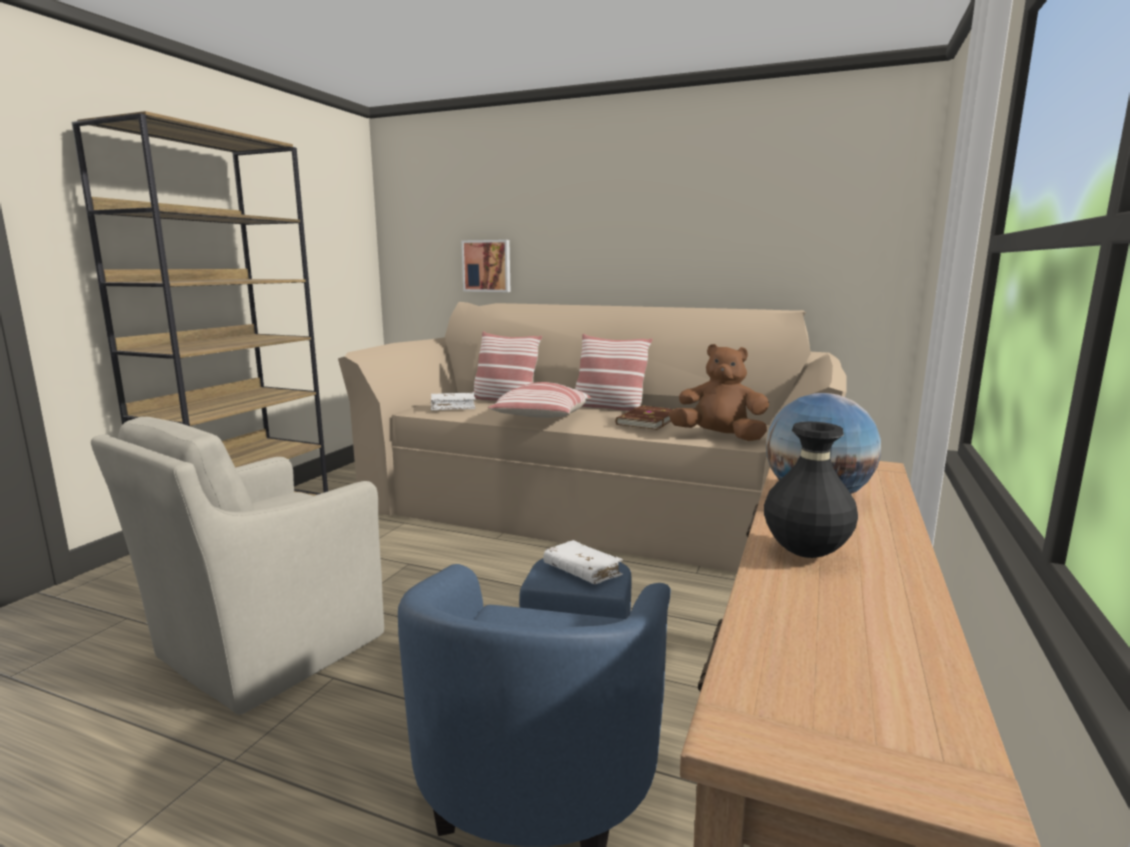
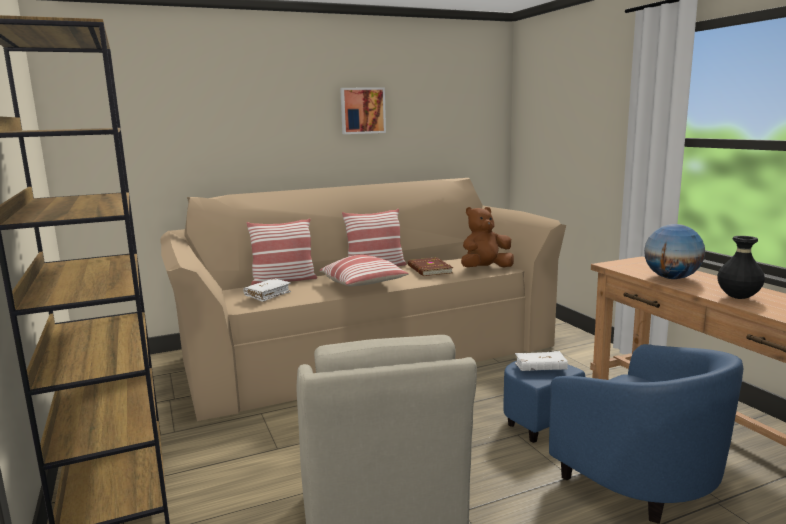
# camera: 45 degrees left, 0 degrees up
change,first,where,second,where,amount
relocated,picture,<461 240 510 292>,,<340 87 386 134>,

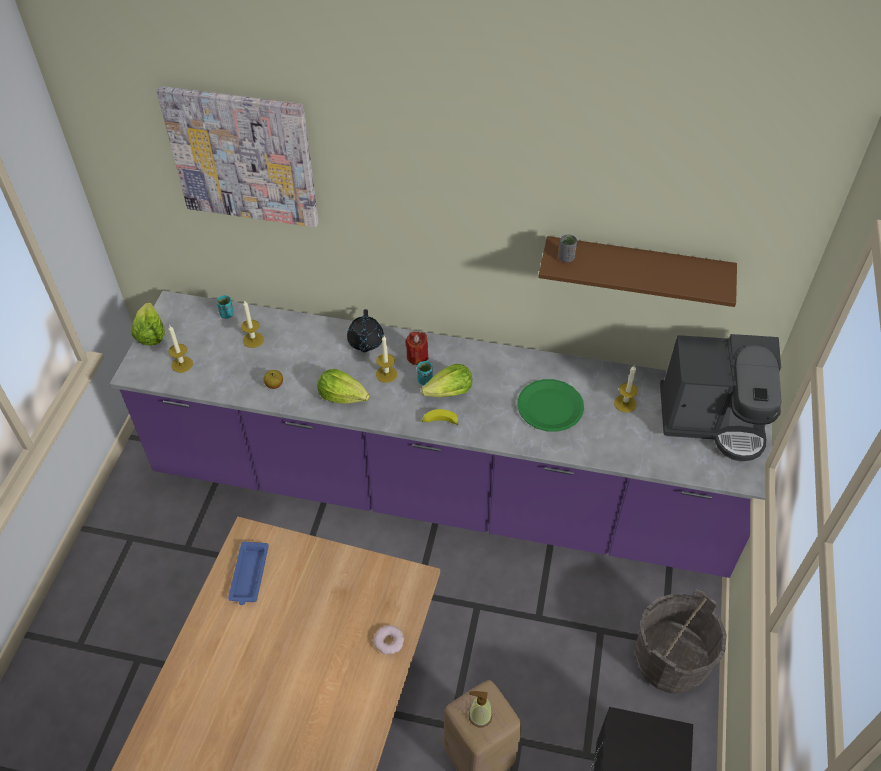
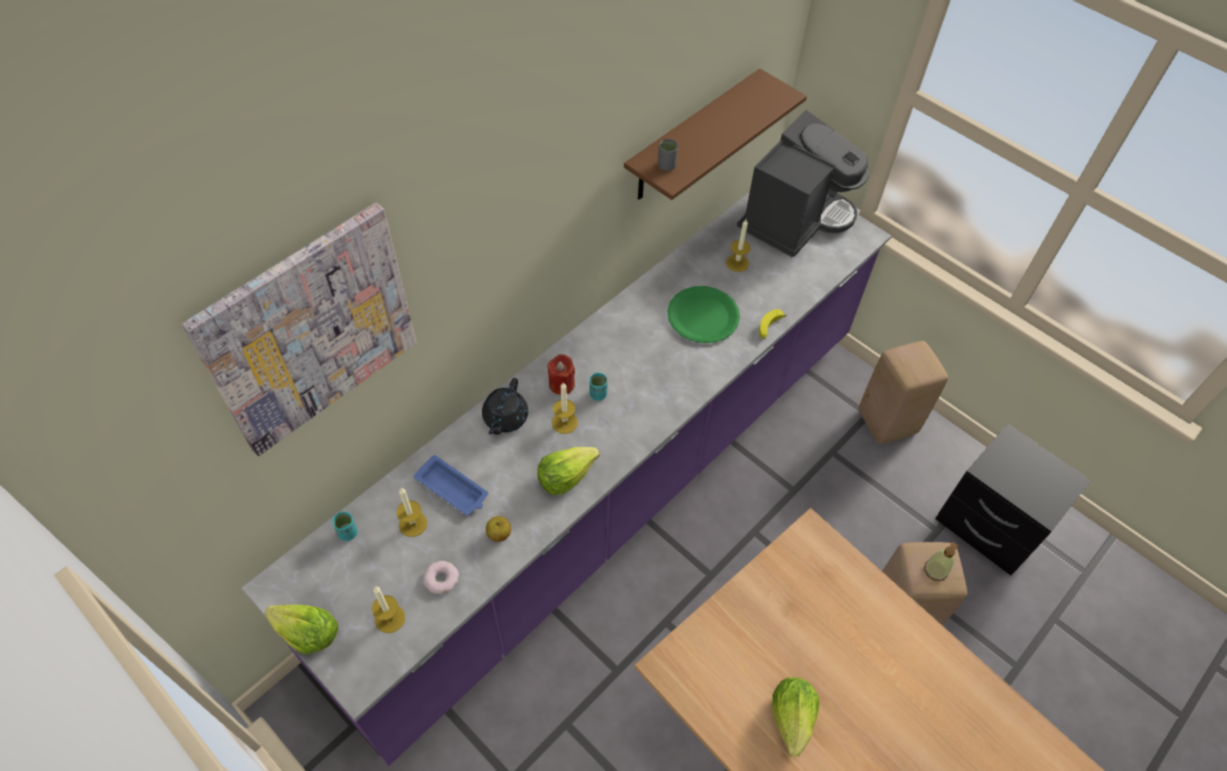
# camera: 60 degrees left, 5 degrees up
change,first,where,second,where,amount
relocated,blue tray,<228 542 269 605>,,<414 455 488 515>,
relocated,donut,<373 625 404 655>,,<423 561 459 594>,
spun,black teapot,<347 309 384 352>,,<482 378 528 435>,75 degrees clockwise
relocated,banana,<422 409 459 425>,,<759 309 786 339>,
relocated,lettuce,<421 364 472 398>,,<772 677 819 757>,
exchanged,grey bucket,<635 589 727 694>,beige stool,<859 341 948 444>,

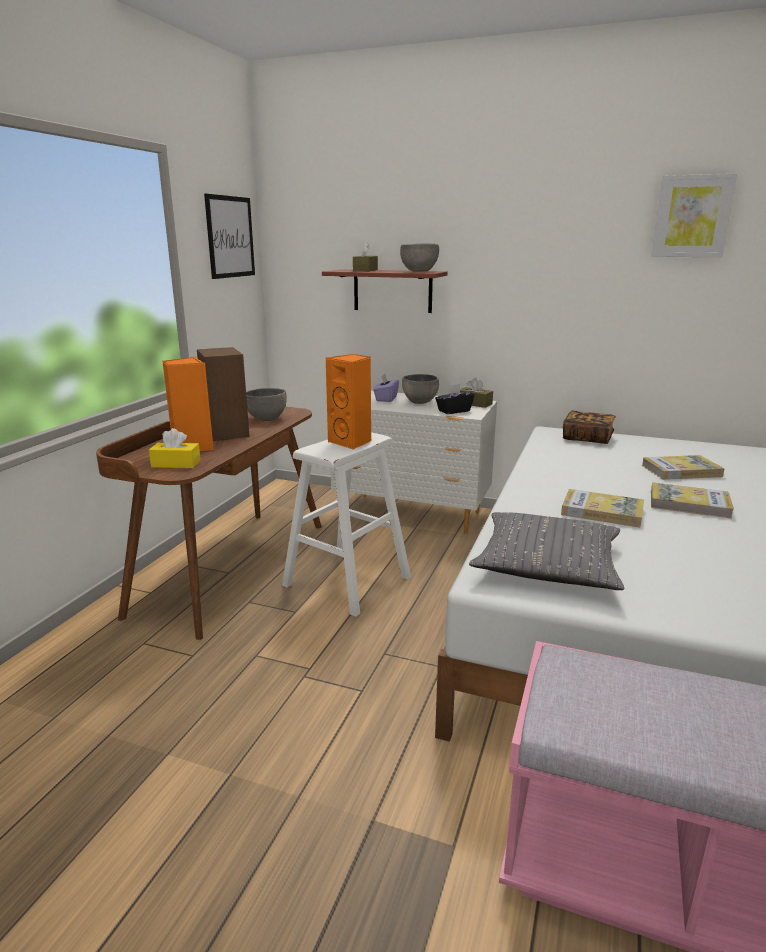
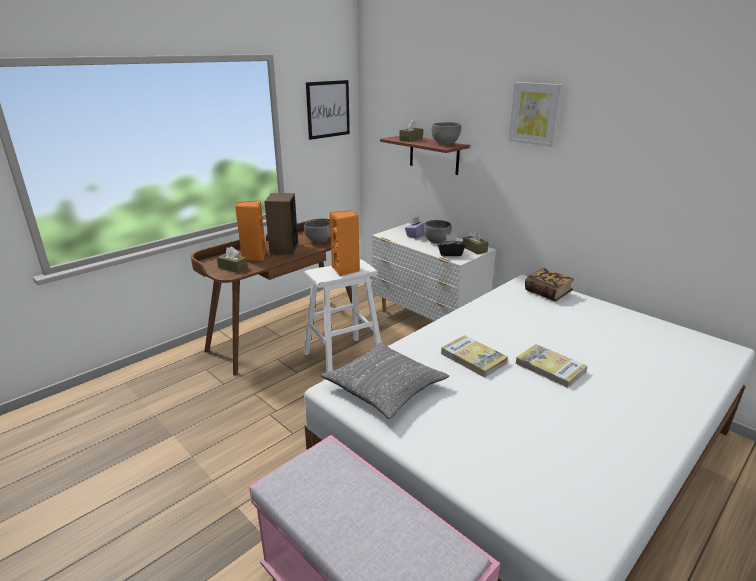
# camera: 25 degrees right, 5 degrees up
change,first,where,second,where,amount
colour,yellow tissue box,<149 428 201 468>,brown tissue box,<217 246 247 273>,
relocated,picture,<651 174 737 257>,,<508 82 563 147>,
missing,book,<641 455 725 480>,,,

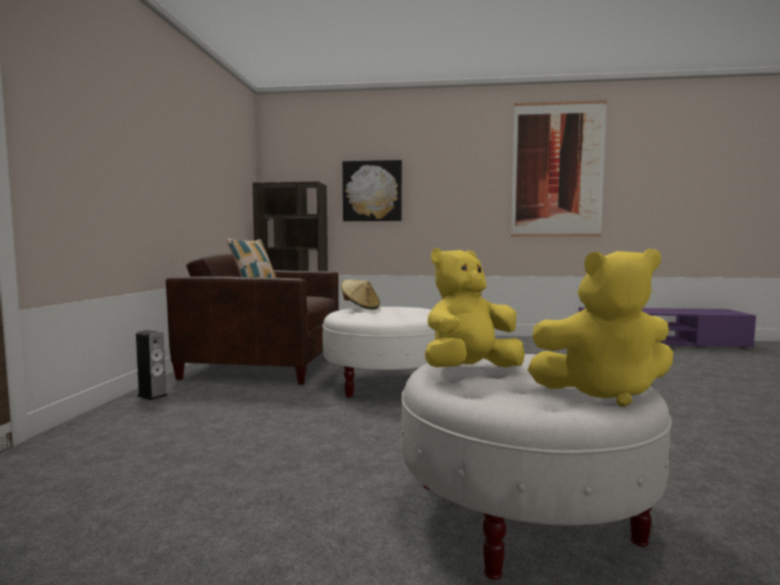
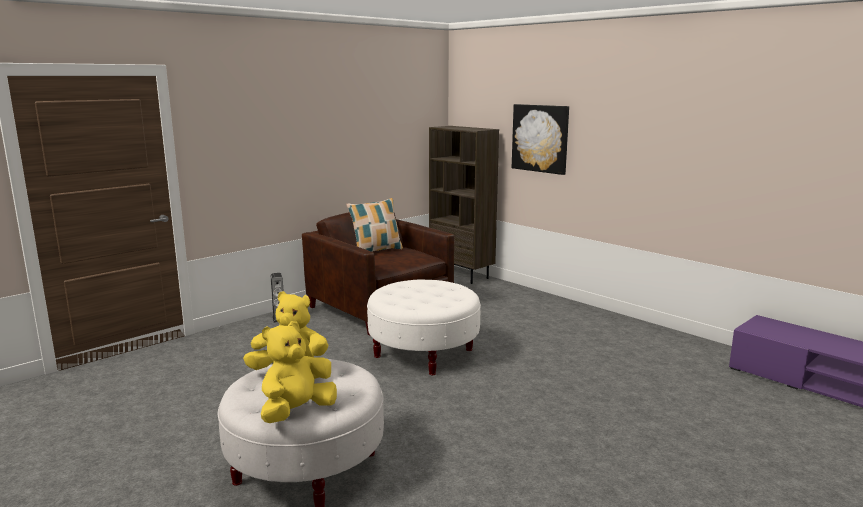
# camera: 40 degrees right, 10 degrees up
change,first,where,second,where,amount
spun,yellow plush toy,<528 248 673 407>,,<261 321 337 423>,90 degrees clockwise
missing,beige hat,<341 279 380 309>,,,
missing,picture,<511 100 607 237>,,,

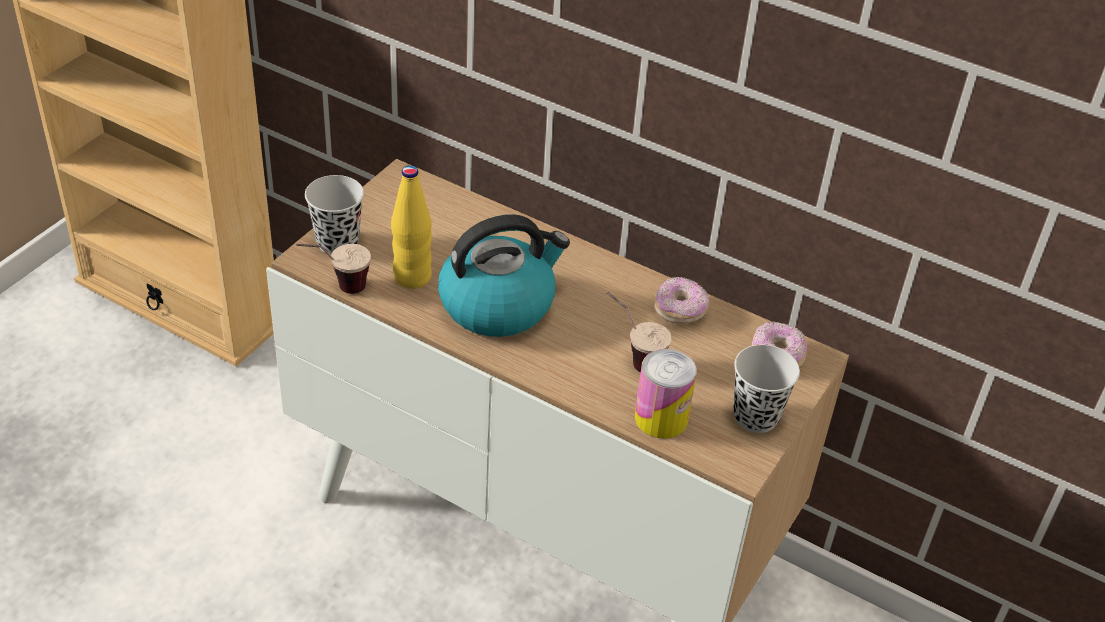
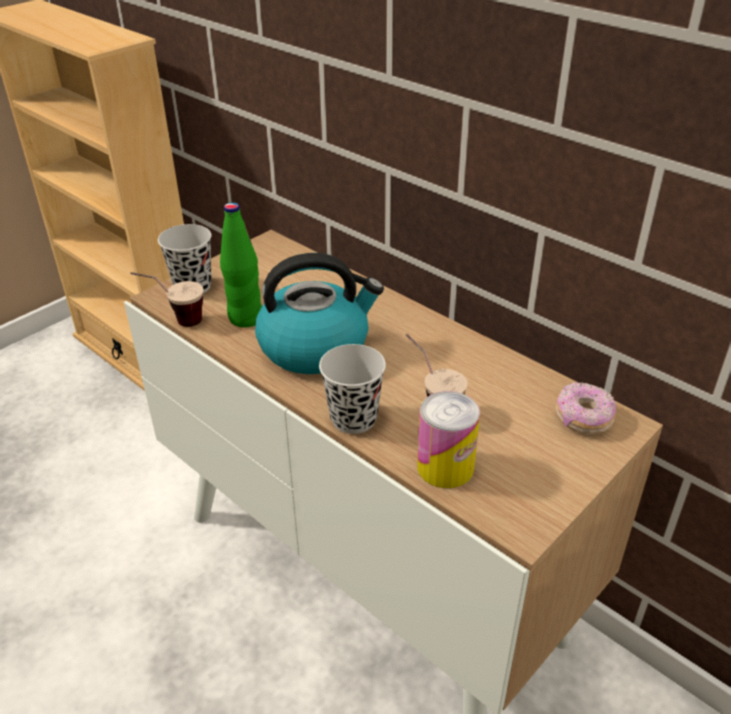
# camera: 15 degrees right, 5 degrees down
change,first,where,second,where,amount
colour,yellow bottle,<391 165 432 289>,green bottle,<220 202 262 327>,
relocated,black cup,<733 345 800 433>,,<319 344 386 434>,
missing,donut,<654 277 710 324>,,,

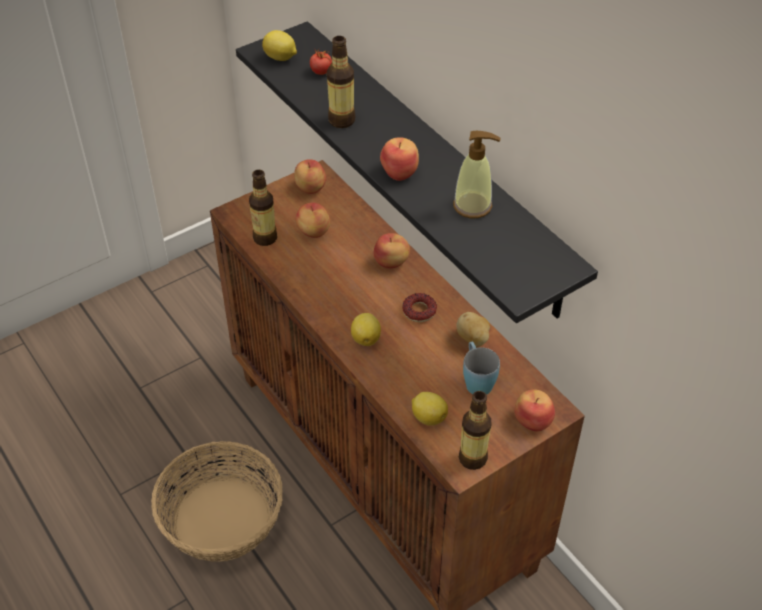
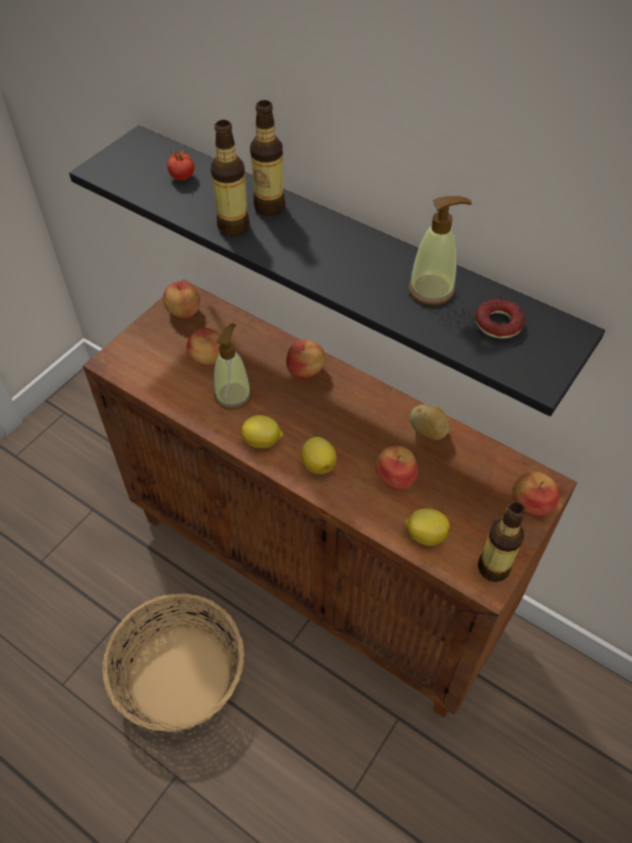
# camera: 20 degrees left, 5 degrees up
change,first,where,second,where,amount
appeared,,,soap dispenser,<214 323 252 410>,
relocated,lemon,<262 30 297 61>,,<241 415 283 448>,
relocated,bottle,<249 170 277 246>,,<250 100 285 216>,
relocated,apple,<380 137 419 181>,,<375 445 418 491>,
relocated,donut,<402 293 437 322>,,<476 299 525 339>,
missing,blue mug,<463 341 500 395>,,,

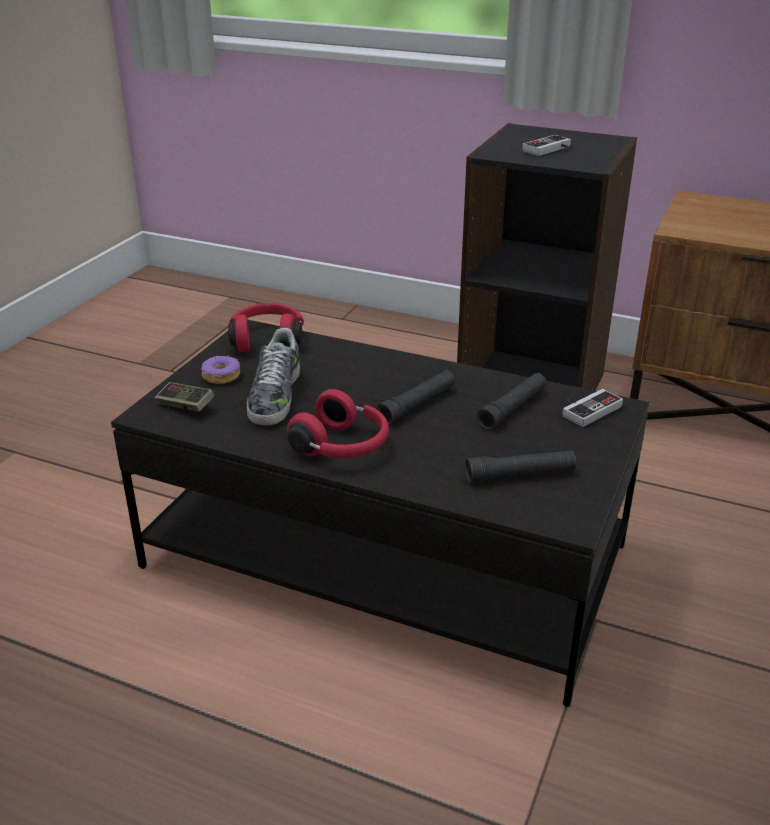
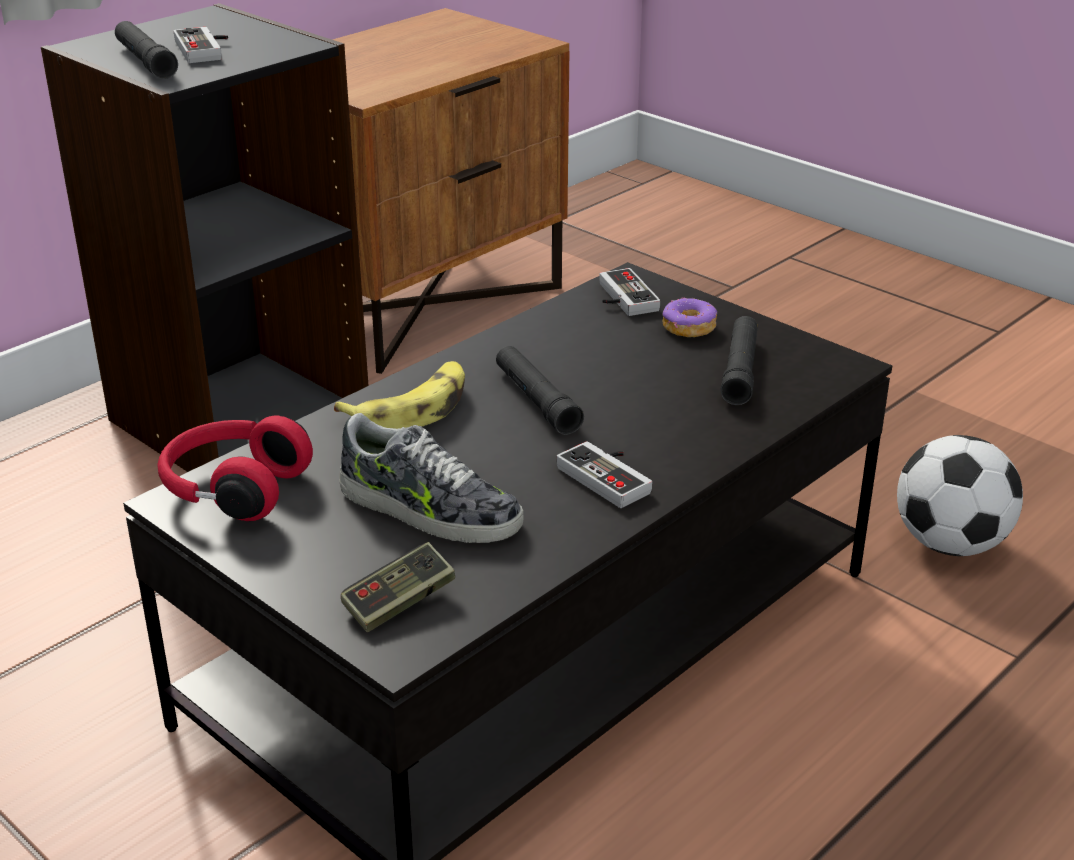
# camera: 70 degrees left, 0 degrees up
change,first,where,second,where,amount
relocated,black flashlight,<477 373 546 429>,,<115 21 178 79>,
appeared,,,banana,<334 361 465 429>,
exchanged,red headphones,<287 389 389 458>,game controller,<557 441 652 508>,
relocated,donut,<200 355 240 384>,,<662 297 717 337>,
appeared,,,football,<897 435 1023 556>,

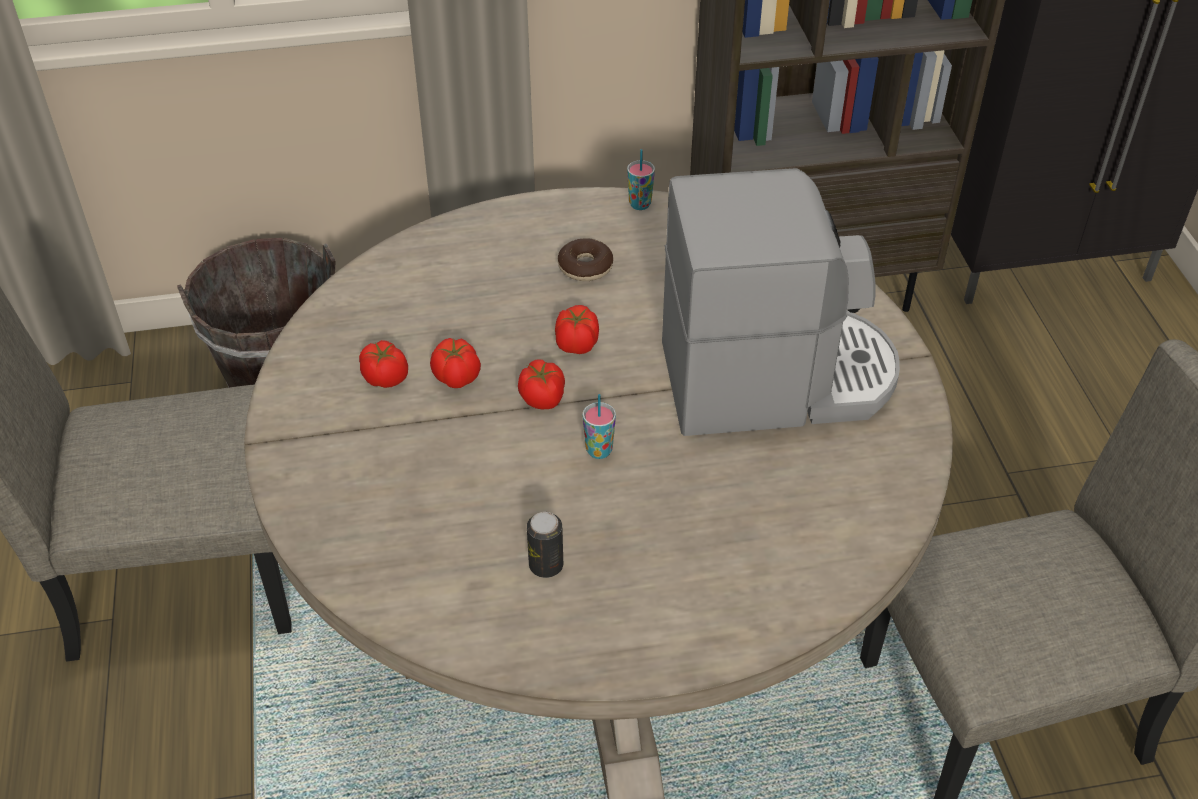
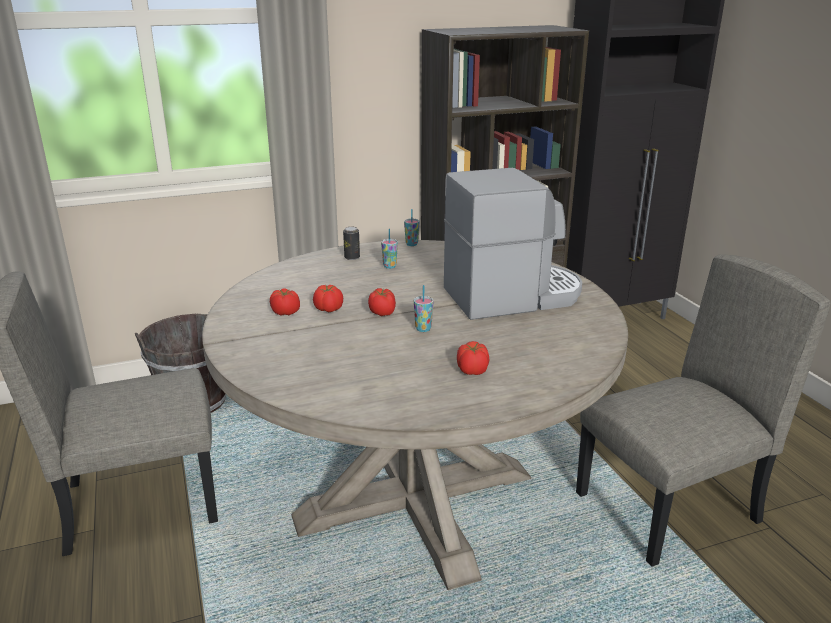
# camera: 10 degrees left, 20 degrees down
change,first,where,second,where,amount
relocated,can,<527 512 563 578>,,<343 226 360 260>,
exchanged,donut,<558 238 613 281>,cup,<381 229 398 269>,
relocated,tomato,<555 305 599 354>,,<457 341 489 375>,

